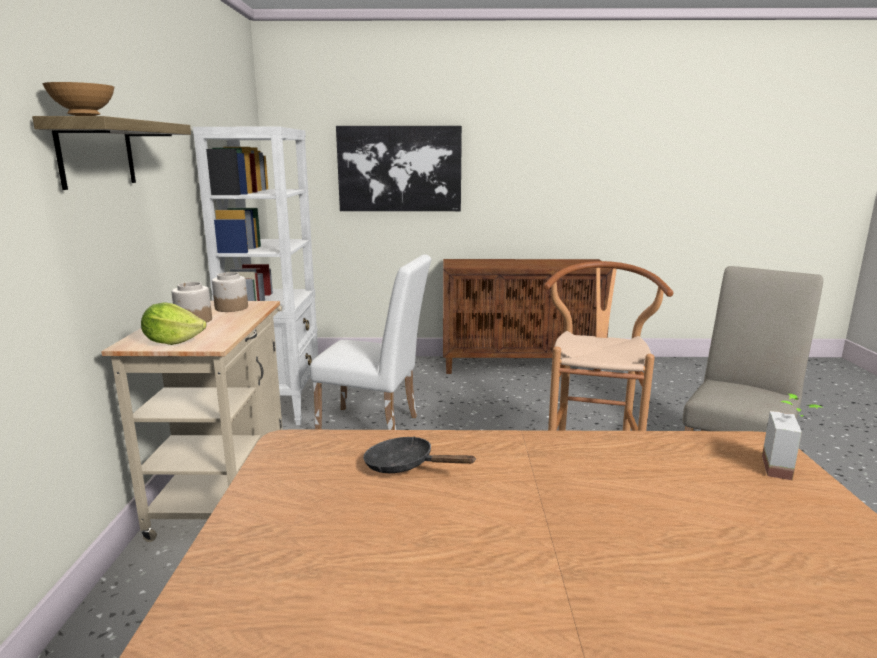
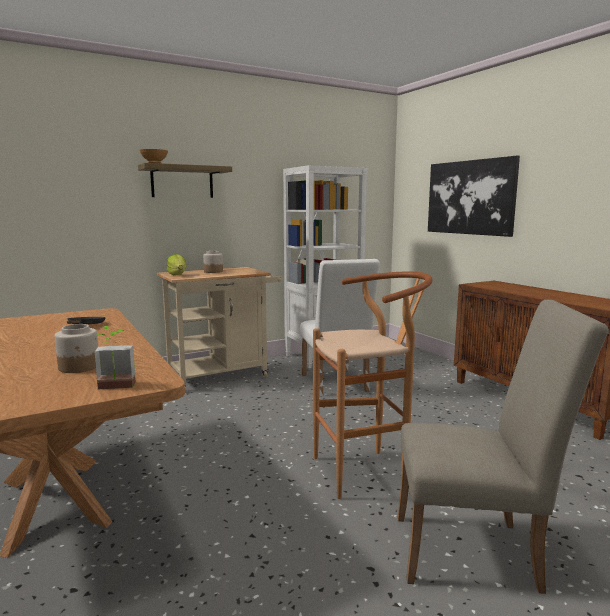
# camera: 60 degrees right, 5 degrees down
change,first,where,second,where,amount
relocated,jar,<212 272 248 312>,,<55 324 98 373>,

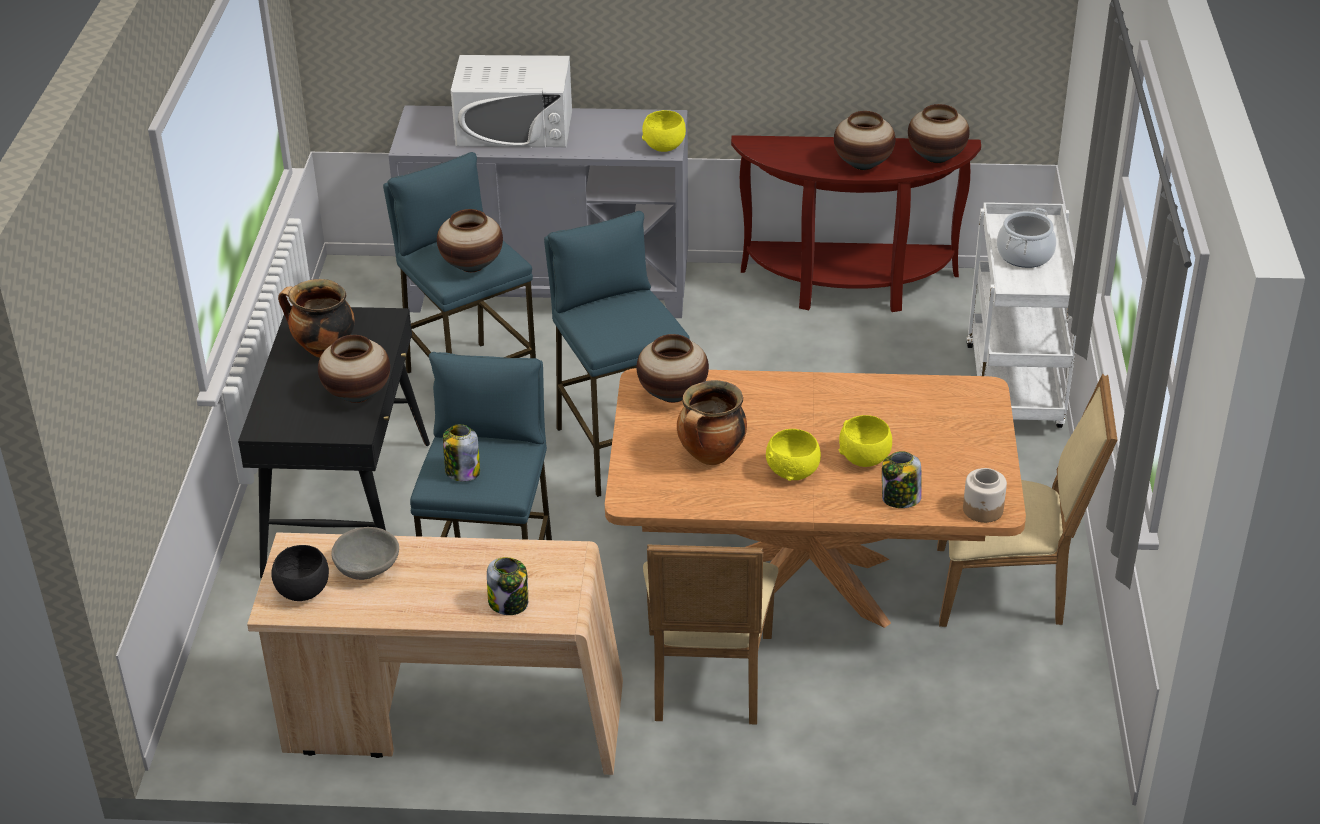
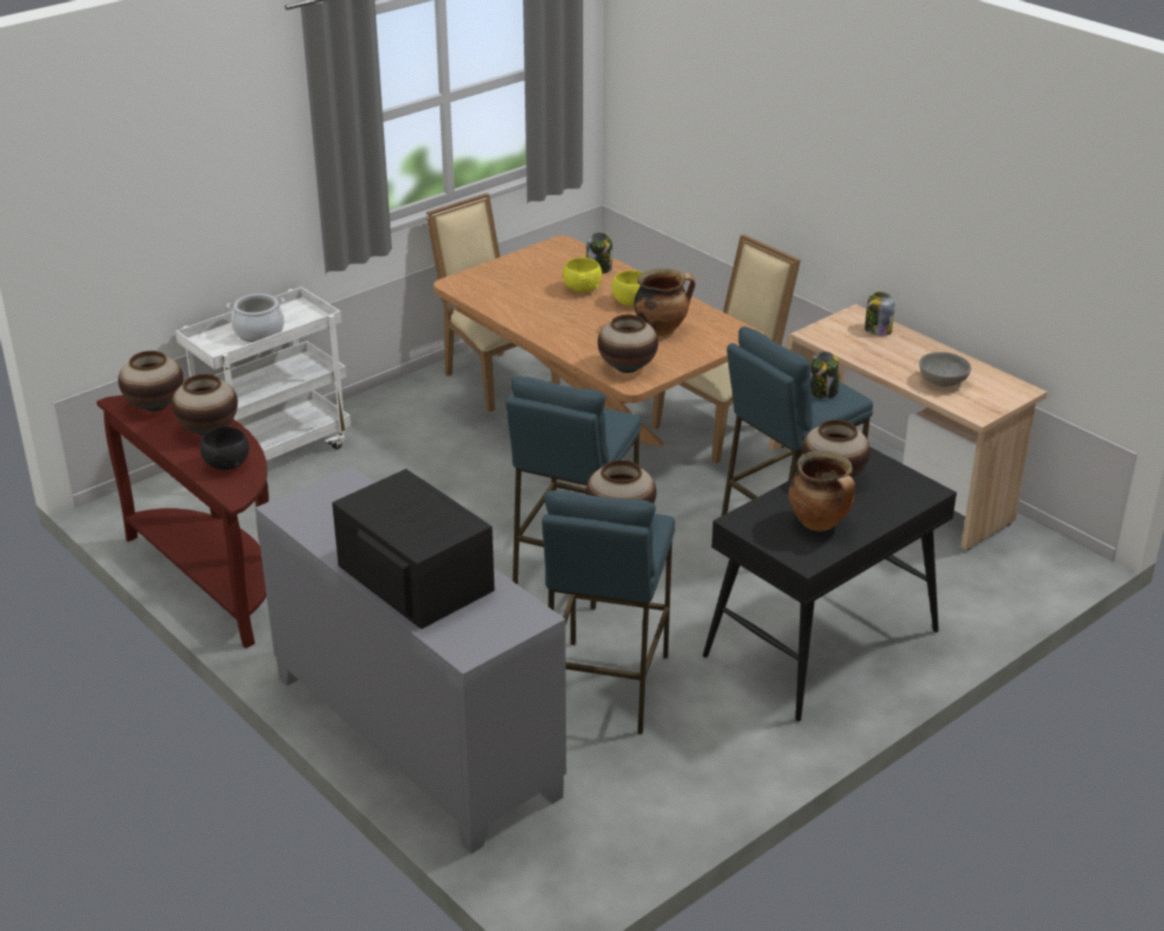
# camera: 135 degrees left, 5 degrees down
change,first,where,second,where,amount
relocated,black bowl,<271 545 329 601>,,<200 427 249 470>,
colour,white microwave,<451 55 572 147>,black microwave,<332 469 495 629>,
missing,yellow bowl,<642 110 686 152>,,,
missing,jar,<963 468 1007 523>,,,

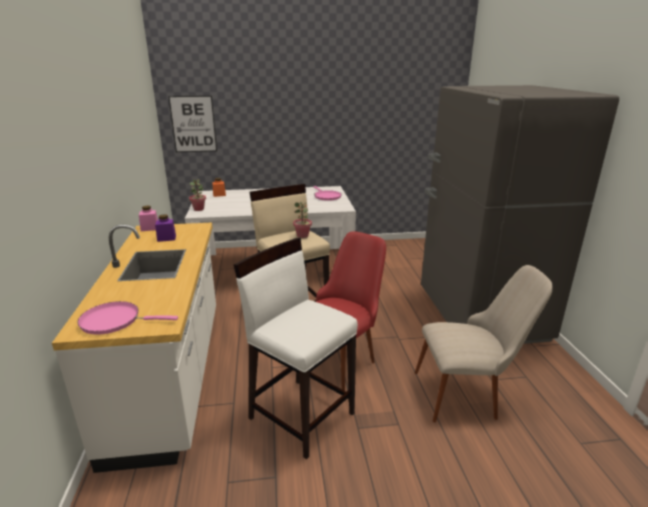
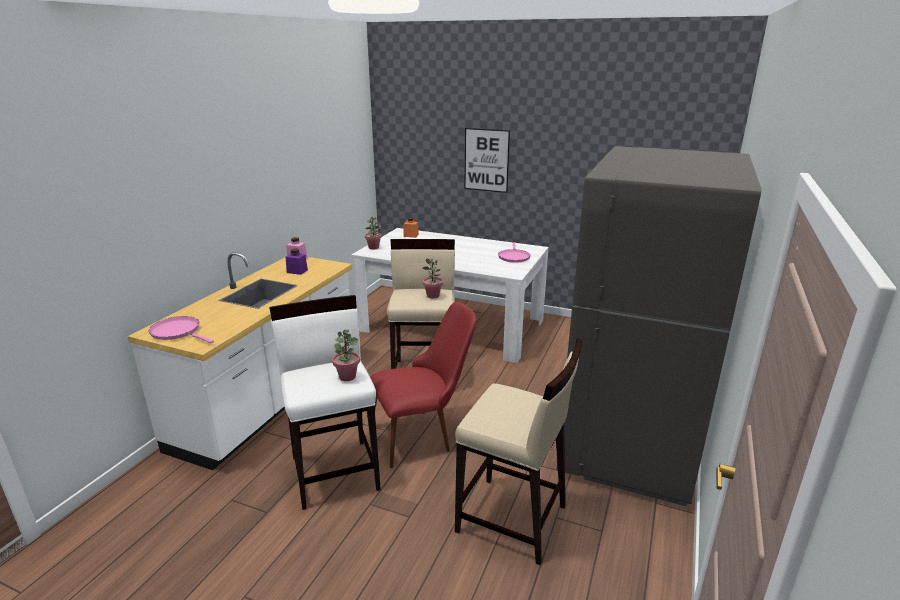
# camera: 30 degrees right, 0 degrees up
change,first,where,second,where,amount
appeared,,,potted plant,<332 329 360 381>,
exchanged,beige chair,<415 265 553 423>,beige stool,<455 338 582 565>,
relocated,picture,<168 96 217 152>,,<464 128 510 193>,

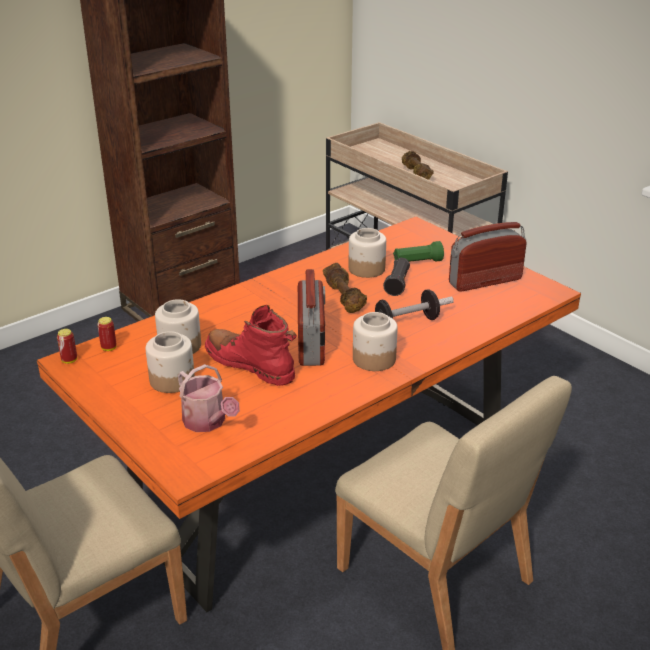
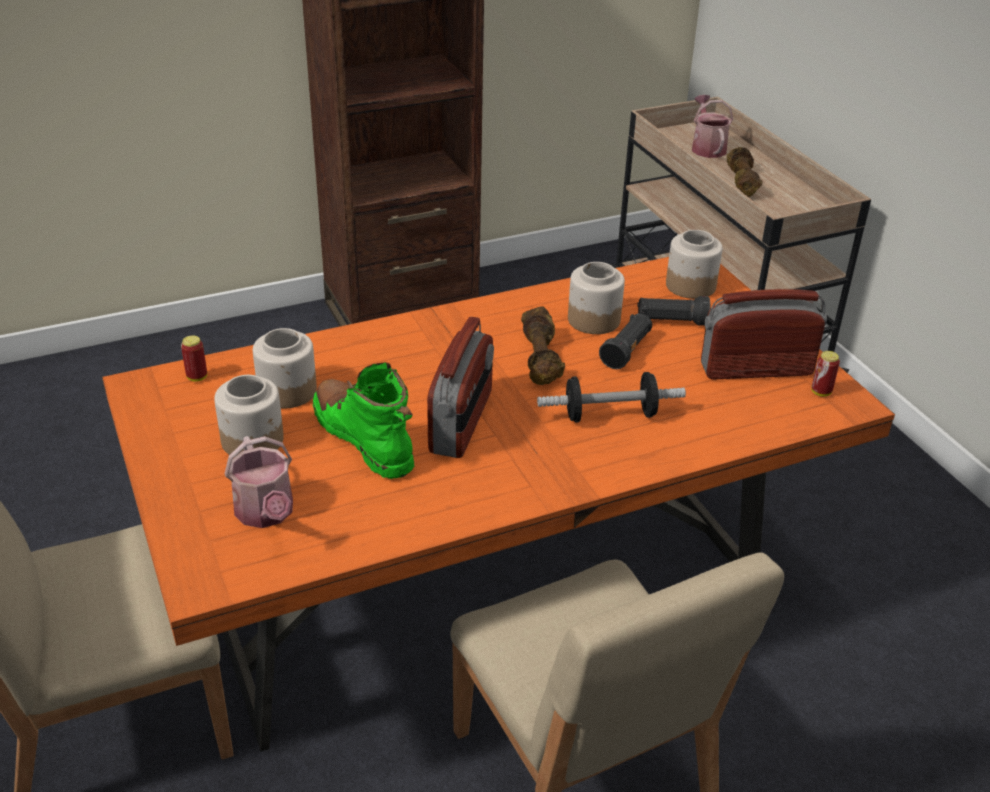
# camera: 15 degrees right, 5 degrees up
change,first,where,second,where,amount
colour,red boot,<205 305 297 386>,green boot,<313 362 414 479>,
colour,green flashlight,<393 241 444 262>,black flashlight,<638 296 710 326>,
relocated,jar,<353 312 398 371>,,<666 230 723 299>,
appeared,,,watering can,<692 95 733 158>,
relocated,can,<57 329 77 364>,,<811 351 840 397>,

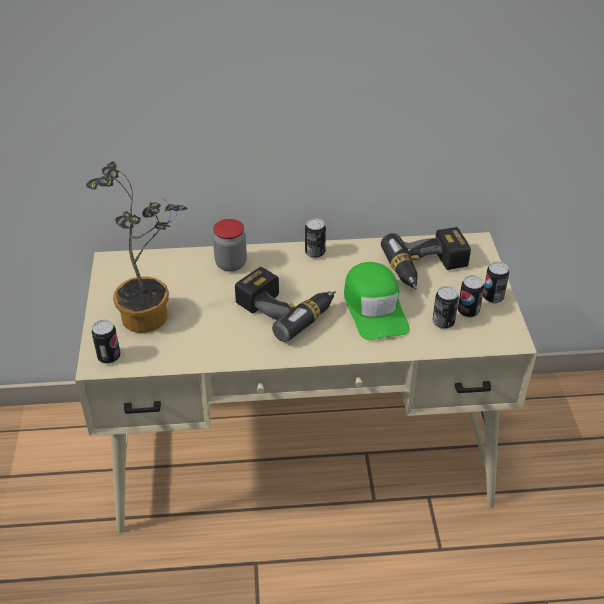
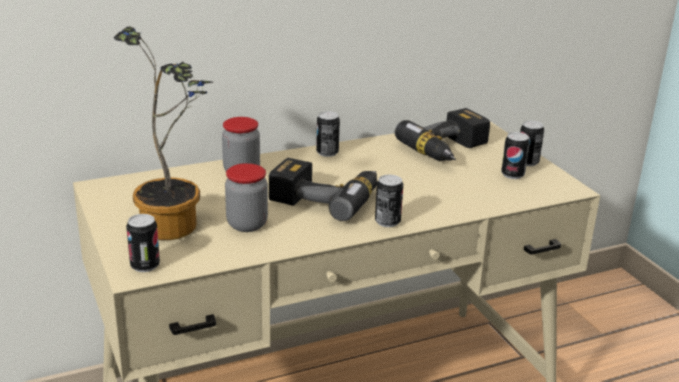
# camera: 20 degrees left, 15 degrees down
change,first,where,second,where,amount
appeared,,,jar,<225 163 268 232>,
relocated,can,<433 286 459 329>,,<375 174 403 227>,
missing,green cap,<344 262 410 340>,,,

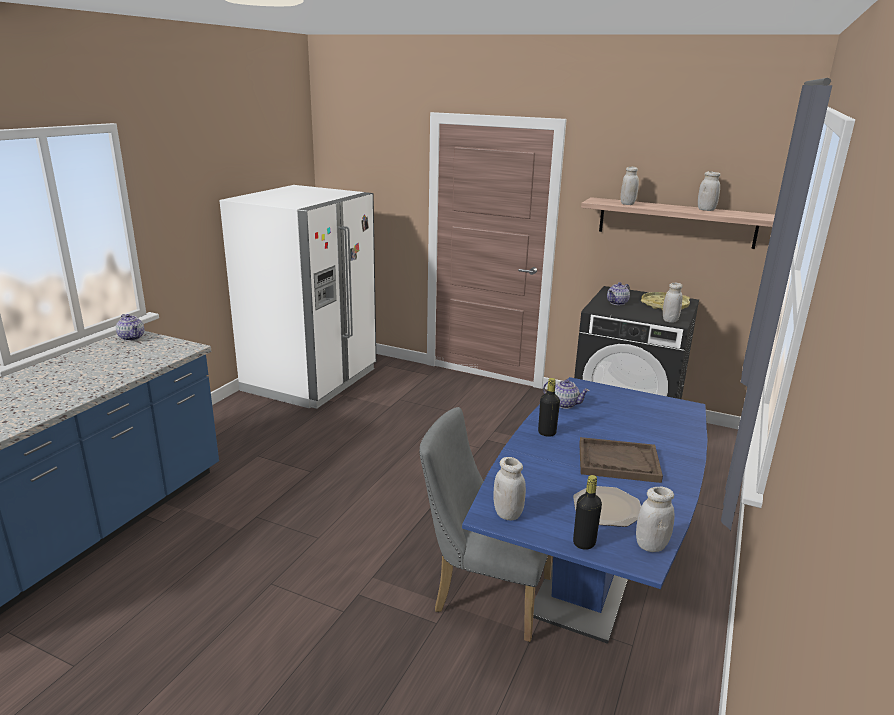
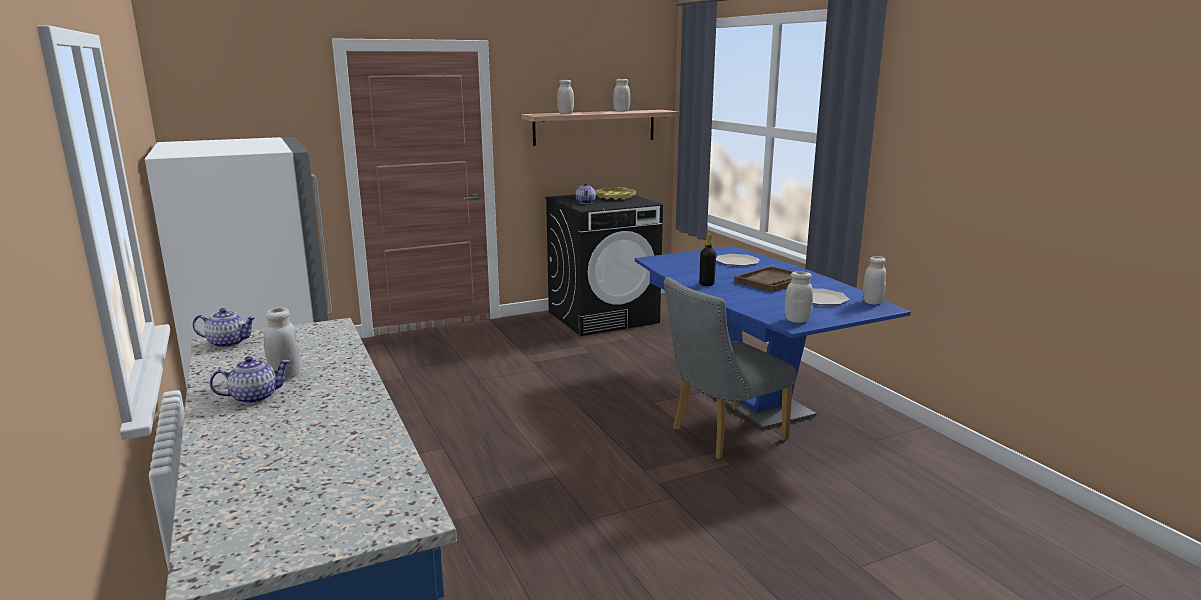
# camera: 50 degrees left, 5 degrees down
change,first,where,second,where,amount
relocated,teapot,<543 379 590 409>,,<209 356 290 404>,
relocated,white jar,<663 283 683 323>,,<263 307 300 379>,
appeared,,,plate,<716 254 760 266>,
missing,black bottle,<573 475 602 550>,,,

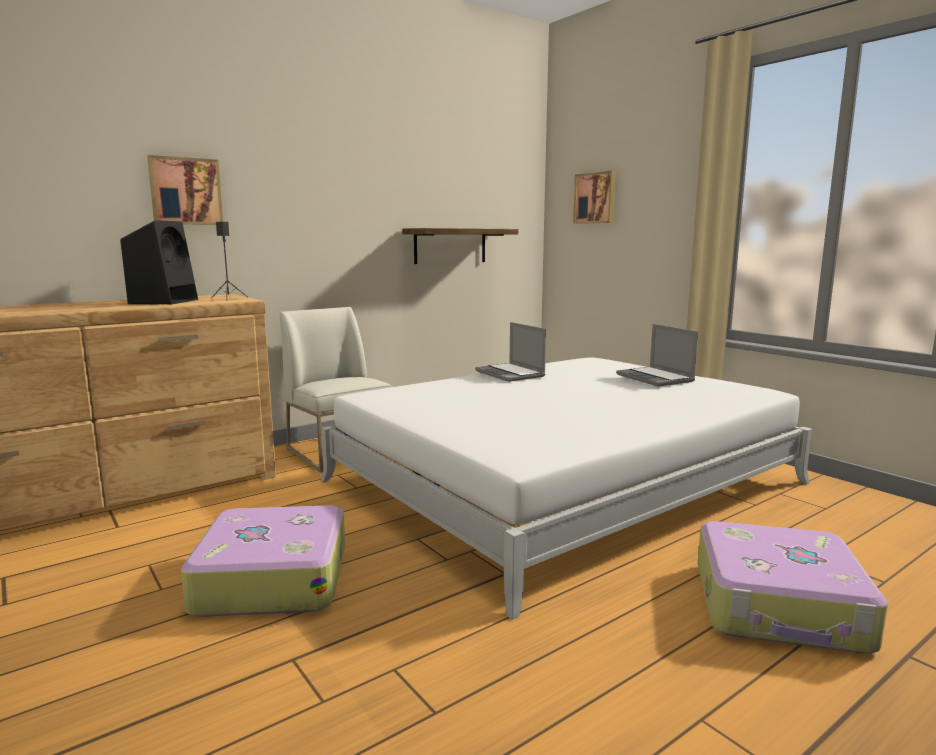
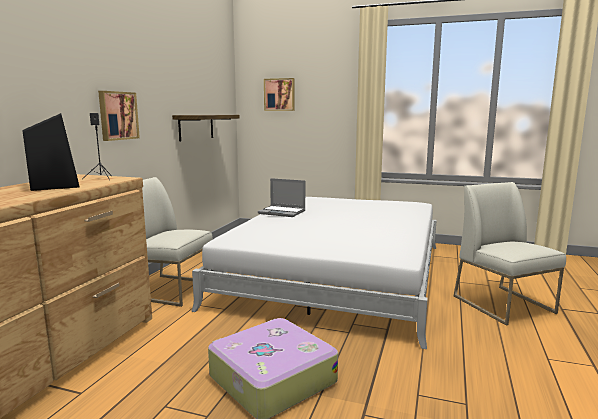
# camera: 35 degrees left, 0 degrees up
change,first,where,second,where,amount
relocated,picture,<147 155 223 225>,,<98 91 140 141>,
exchanged,suitcase,<698 521 888 653>,white chair,<454 182 566 326>,
missing,laptop,<616 324 698 387>,,,

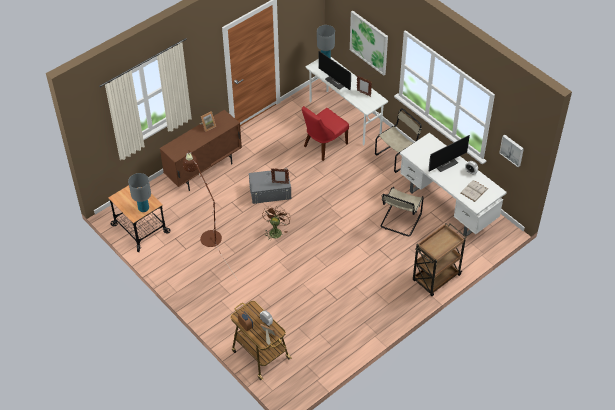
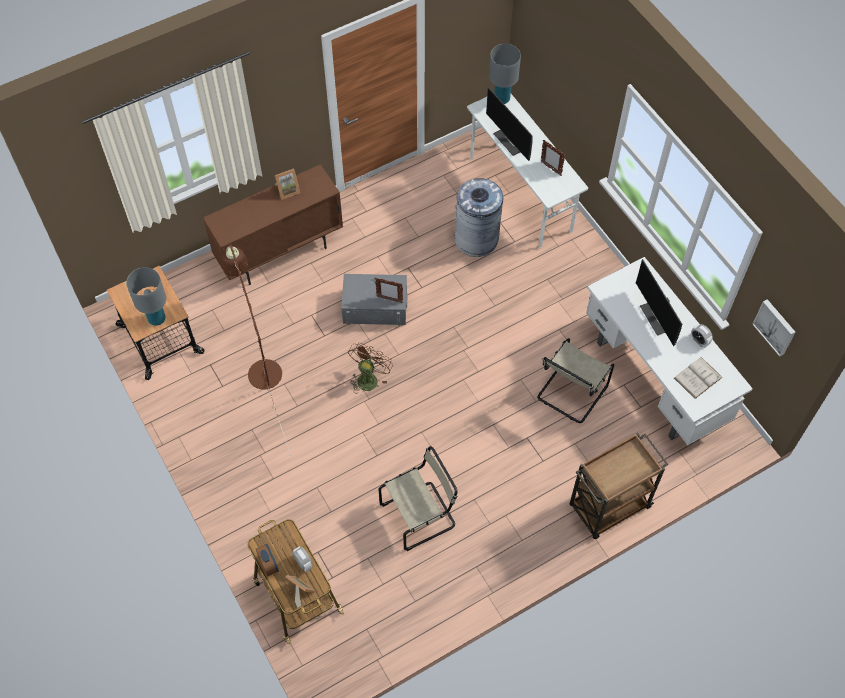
# camera: 10 degrees right, 10 degrees up
change,first,where,second,where,amount
relocated,beige chair,<375 108 422 173>,,<379 446 458 551>,
exchanged,red chair,<302 106 349 161>,grey trash can,<454 178 503 257>,
spun,monitor,<429 135 470 172>,,<636 259 682 346>,90 degrees clockwise
missing,picture,<350 11 388 76>,,,

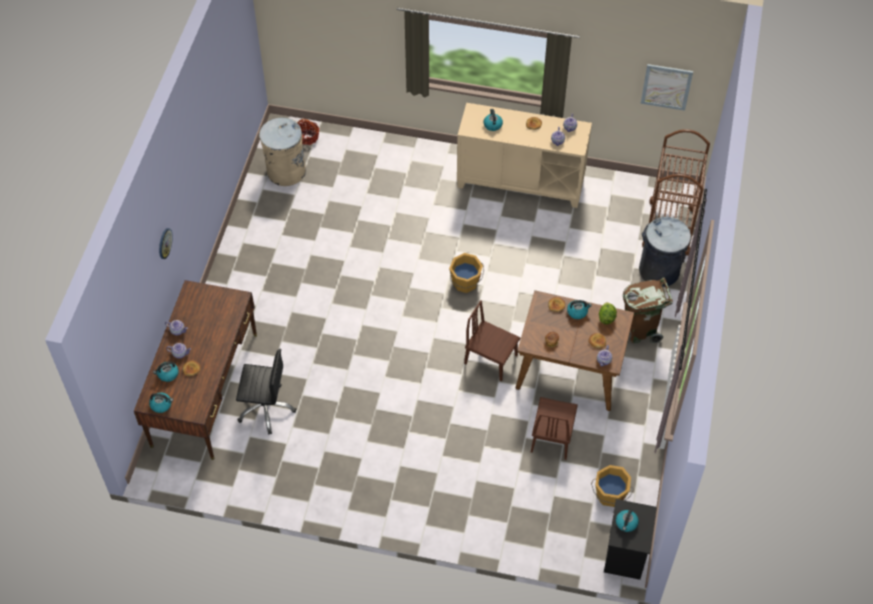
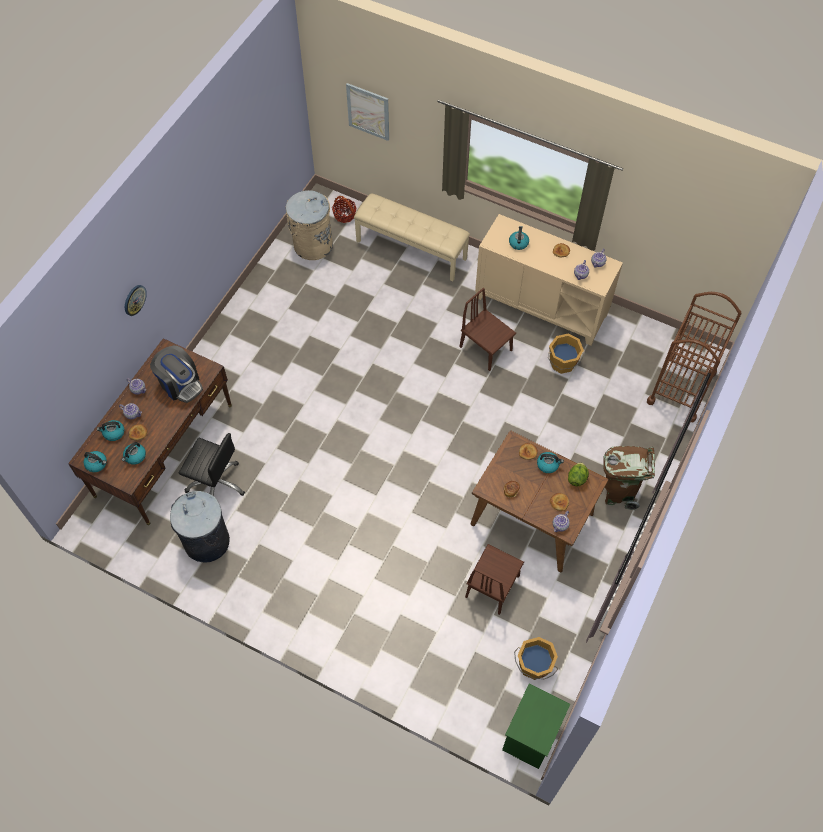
# camera: 15 degrees right, 5 degrees up
change,first,where,second,where,amount
relocated,kettle,<616 508 639 532>,,<122 442 146 465>,
appeared,,,coffee machine,<150 346 203 403>,
relocated,grey trash can,<639 217 691 287>,,<170 491 230 563>,
relocated,picture,<641 64 693 111>,,<346 83 389 141>,
appeared,,,beige bench,<354 193 470 282>,
relocated,brown chair,<464 300 520 381>,,<459 287 516 371>,
colour,black nightstand,<604 499 657 580>,green nightstand,<502 684 570 769>,
relocated,orange bucket,<449 253 484 293>,,<548 333 585 374>,

